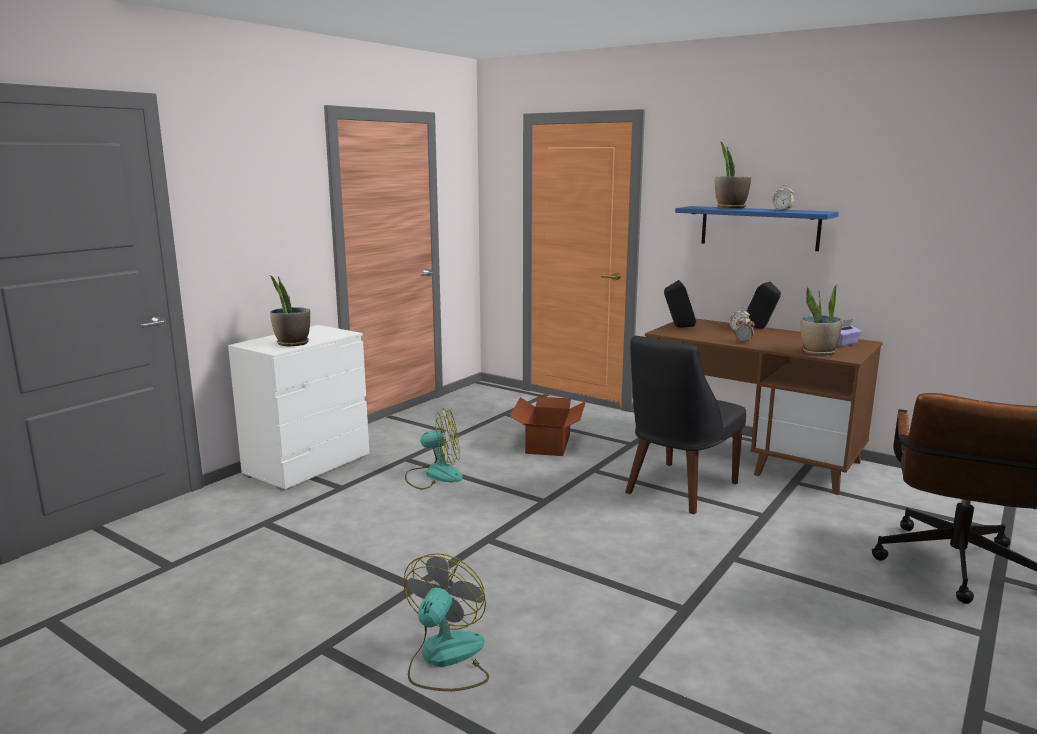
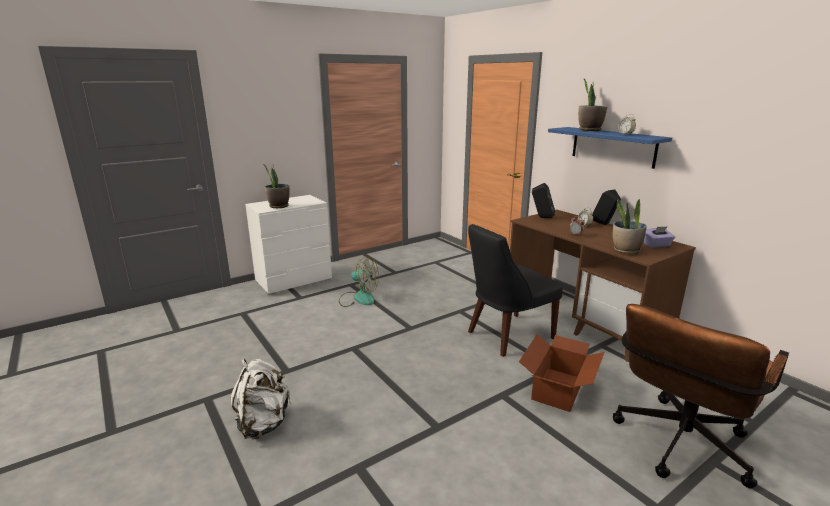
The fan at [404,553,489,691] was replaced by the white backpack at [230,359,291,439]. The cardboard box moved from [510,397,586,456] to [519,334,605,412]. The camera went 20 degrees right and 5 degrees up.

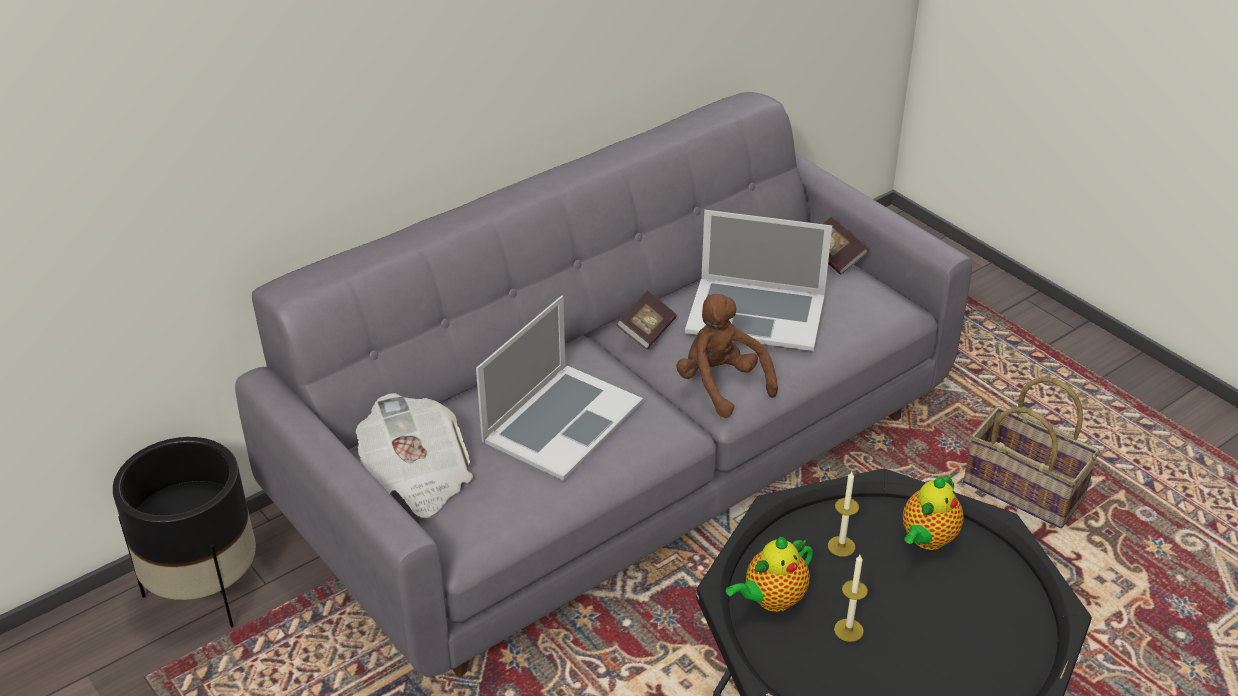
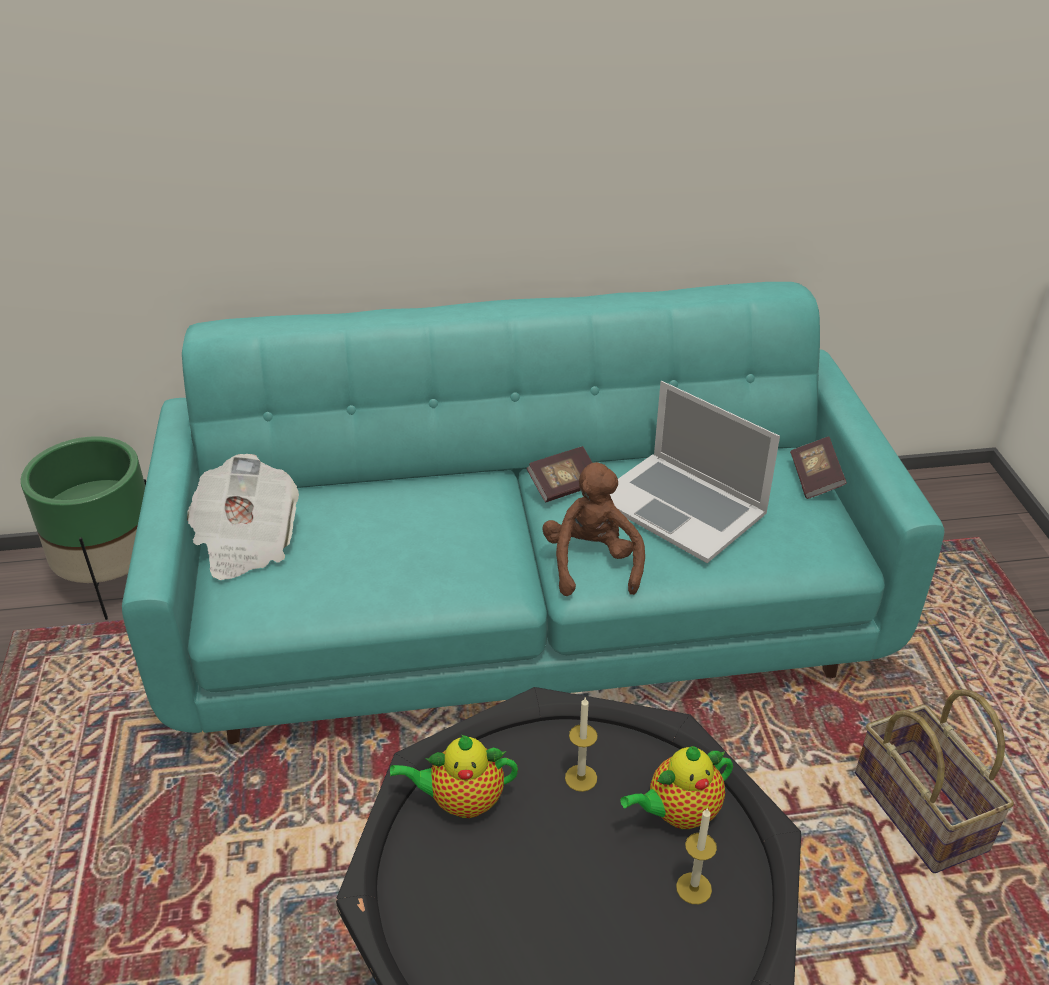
The black planter at [113,437,256,628] became the green planter at [21,436,146,620]. The grey sofa at [235,92,972,677] became the turquoise sofa at [122,282,944,744]. The laptop at [476,296,643,481] disappeared. The candle moved from [834,555,868,642] to [676,808,717,904]. The camera went 30 degrees right and 0 degrees up.

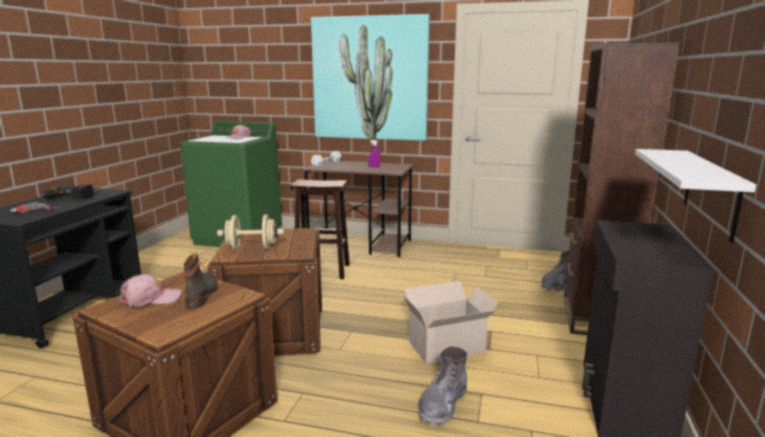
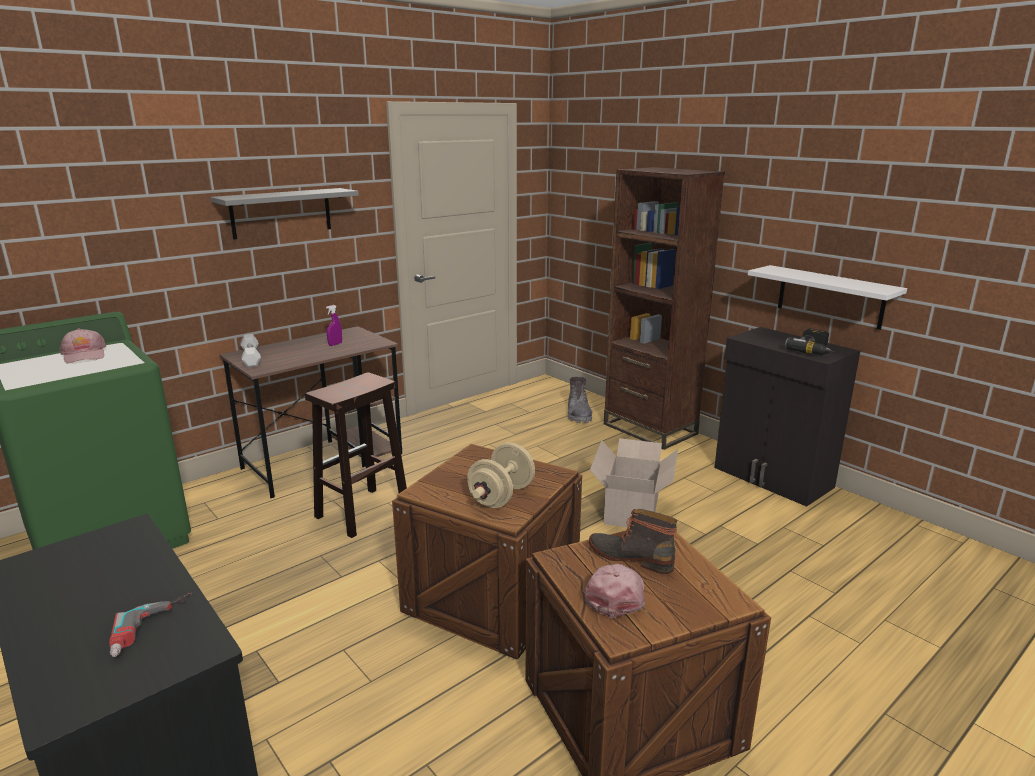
The power drill moved from [41,184,94,200] to [785,328,834,355]. The picture at [311,14,430,141] was replaced by the grey shelf at [211,188,359,239]. The grey boot at [418,347,467,427] disappeared. The camera went 55 degrees left and 5 degrees up.

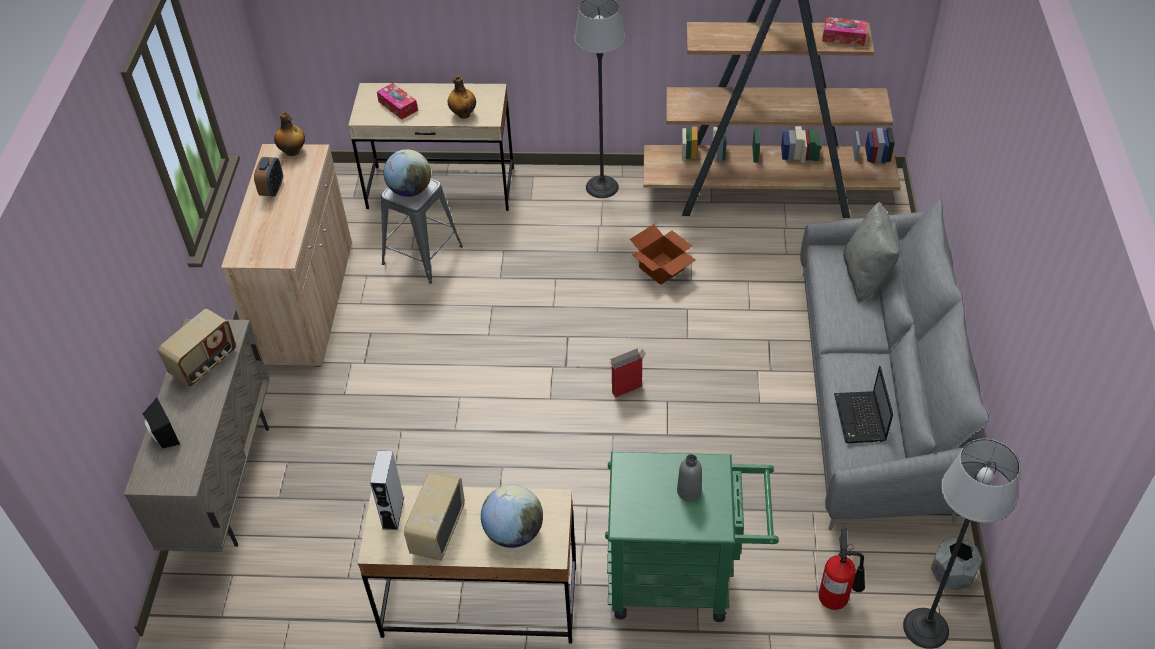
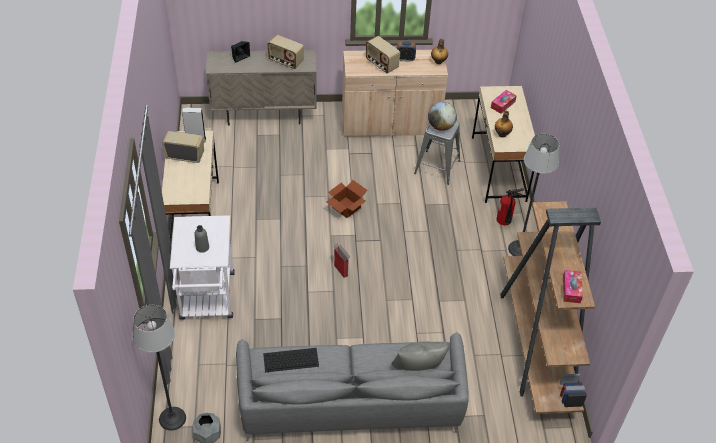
The globe at [481,485,543,548] disappeared. The green cart at [605,452,779,622] became the white cart at [170,215,235,319]. The cardboard box moved from [630,224,696,285] to [326,180,368,218]. The fire extinguisher moved from [819,528,865,610] to [497,188,524,225]. The laptop at [834,366,893,443] was replaced by the keyboard at [263,348,319,372]. The radio at [366,36,400,73] appeared. The camera went 80 degrees right and 0 degrees up.

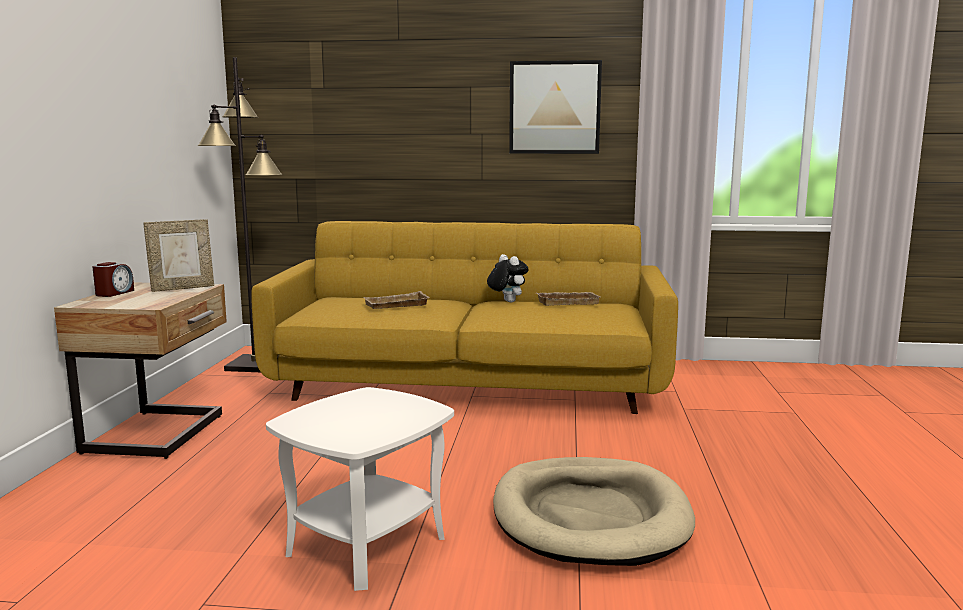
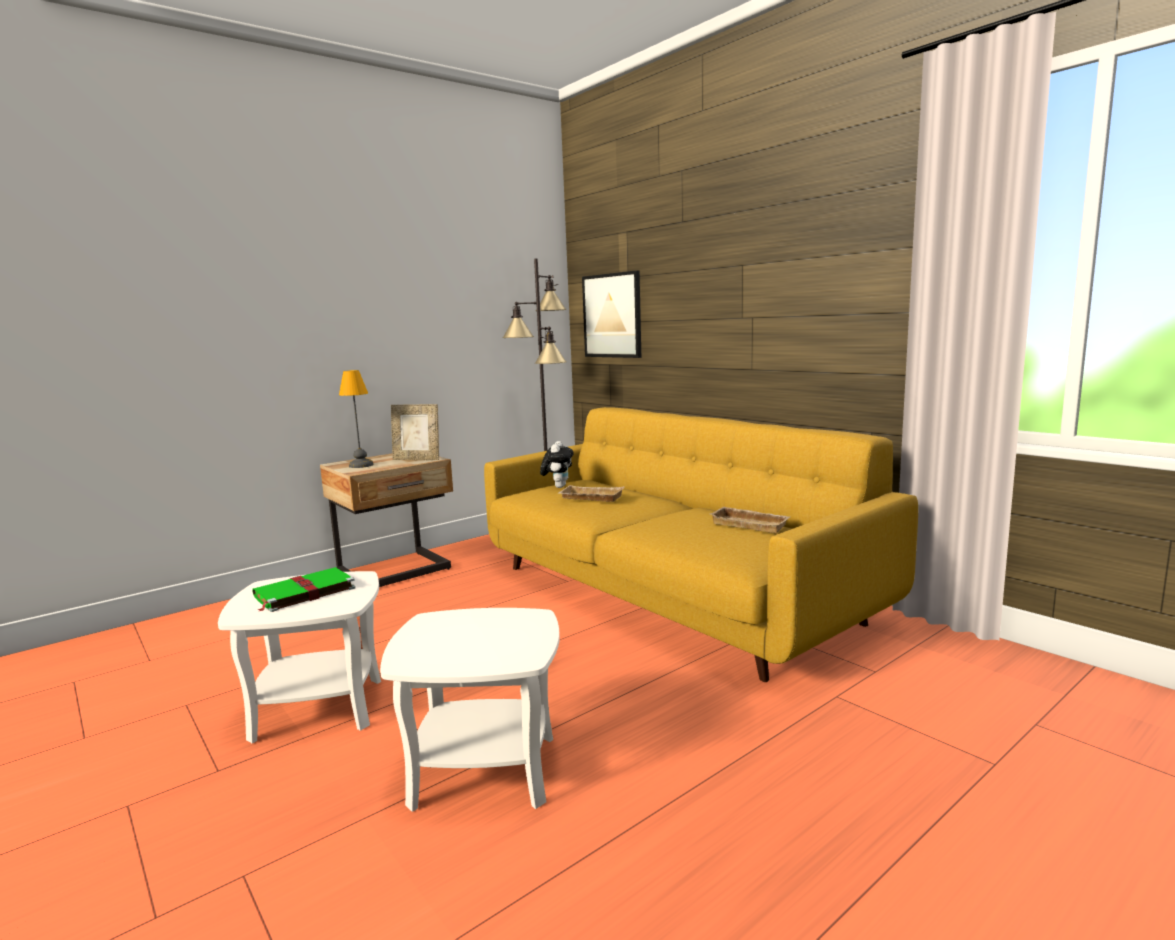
The alarm clock at [92,262,134,297] disappeared. The plush toy moved from [487,254,529,302] to [540,441,574,488]. The beige dog bed at [493,457,695,566] was replaced by the white side table at [380,608,560,812]. The picture moved from [509,60,602,154] to [582,270,641,358]. The green book at [252,567,356,612] appeared. The table lamp at [339,370,373,468] appeared. The camera went 45 degrees right and 0 degrees up.

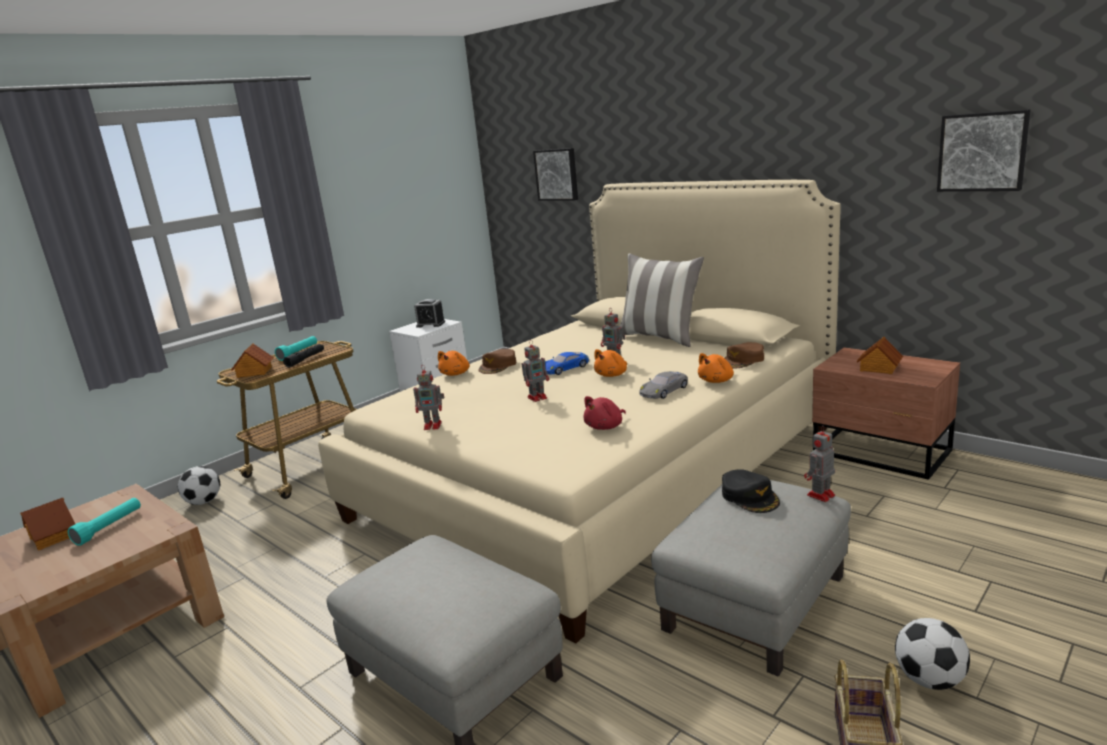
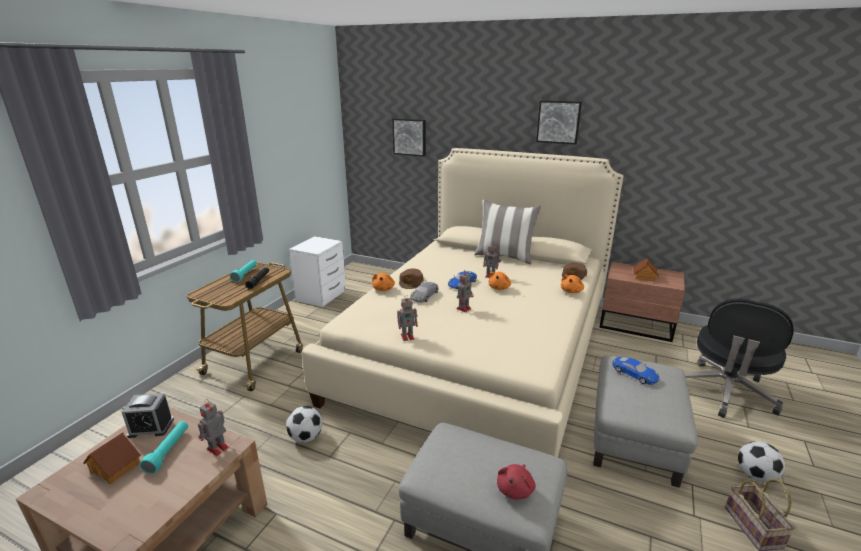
The football moved from [178,466,220,505] to [286,406,322,443]. The toy house at [231,344,274,378] disappeared. The alarm clock moved from [414,299,445,328] to [122,393,174,438]. The red plush toy moved from [583,396,626,430] to [497,464,536,500]. The grey toy car moved from [639,372,688,399] to [410,282,439,302]. The black cap at [722,469,780,513] was replaced by the blue toy car at [612,356,659,385]. The toy robot moved from [804,425,835,502] to [198,399,229,456]. The picture moved from [937,109,1030,192] to [536,100,582,144]. The black office chair at [684,299,794,418] appeared. The camera went 20 degrees left and 5 degrees up.

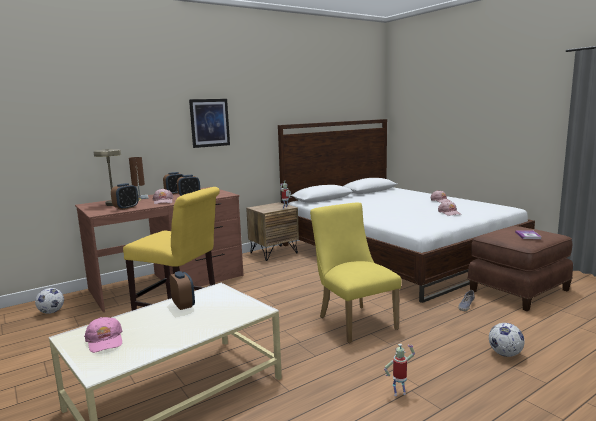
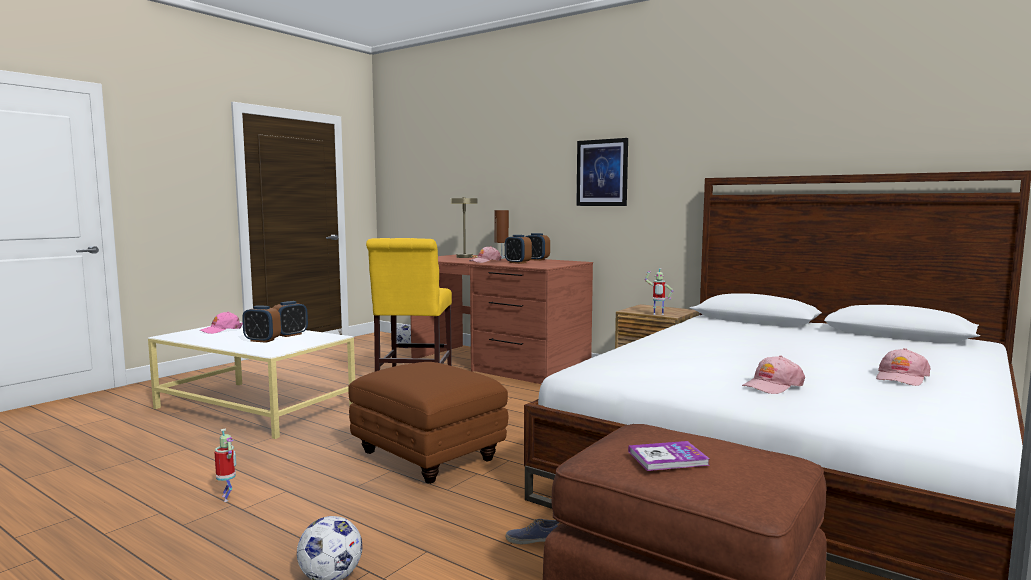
The alarm clock moved from [111,183,138,210] to [242,306,281,343]. The yellow chair at [310,203,401,343] was replaced by the brown ottoman at [348,362,509,484]. The camera went 70 degrees right and 5 degrees down.

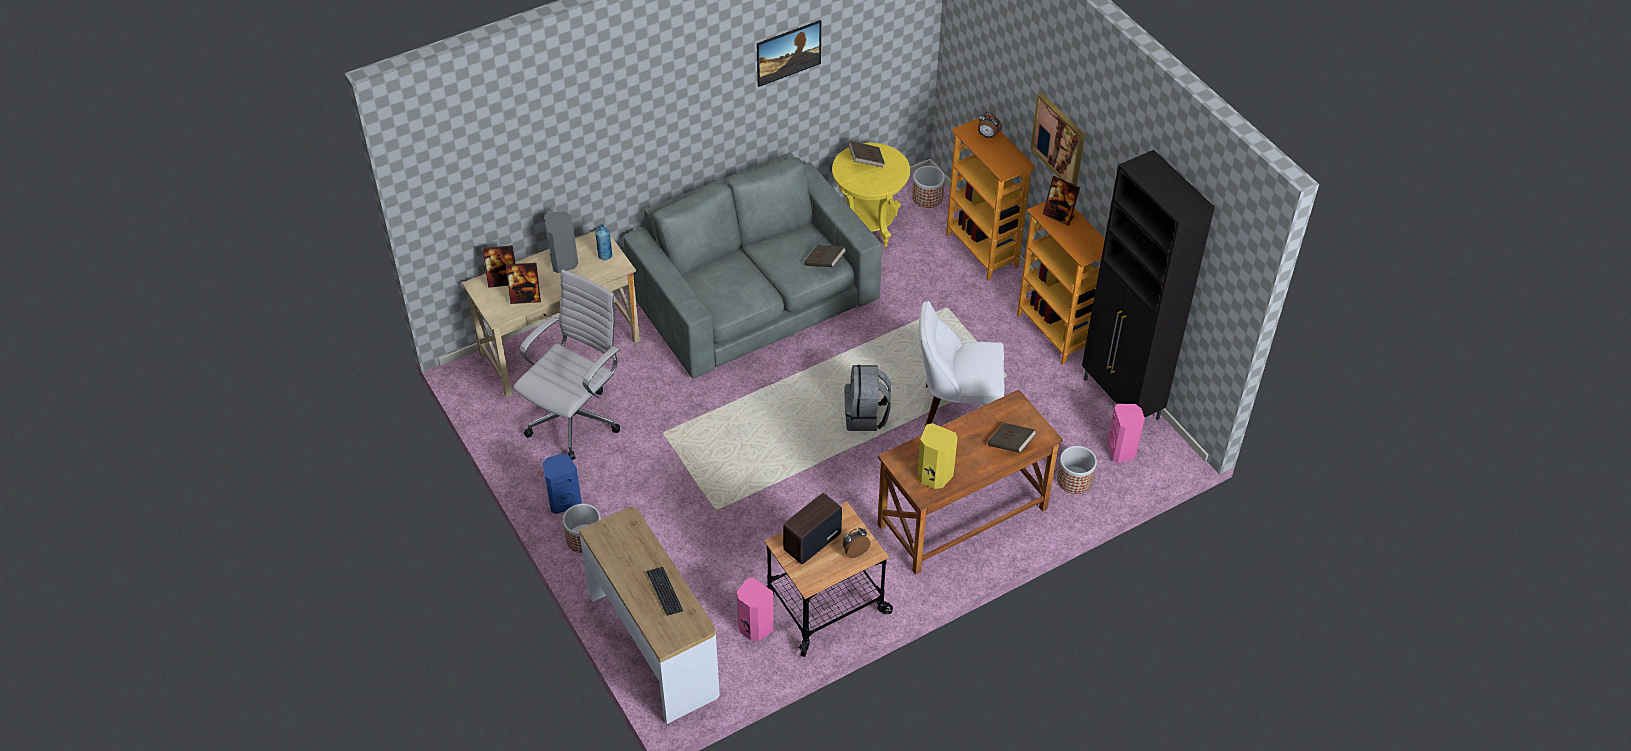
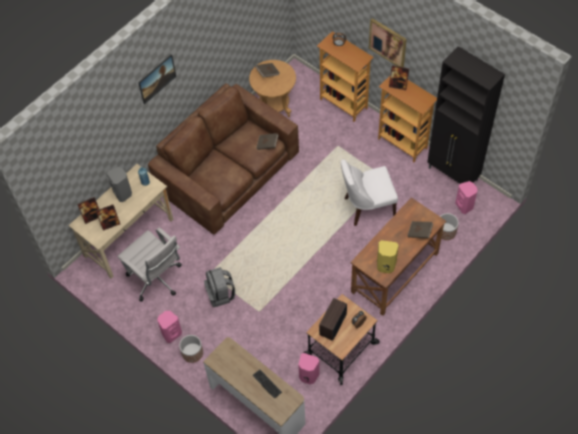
The white office chair at [513,270,620,460] turned 120 degrees clockwise. The blue speaker at [543,454,582,514] became the pink speaker at [157,311,182,343]. The grey sofa at [623,152,882,379] became the brown sofa at [148,83,299,235]. The picture moved from [757,20,821,87] to [138,54,176,104]. The yellow side table at [832,143,910,247] became the brown side table at [249,60,296,117]. The grey backpack moved from [844,365,891,431] to [204,267,235,307]. The planter at [912,166,945,208] disappeared. The camera went 15 degrees left and 10 degrees up.

